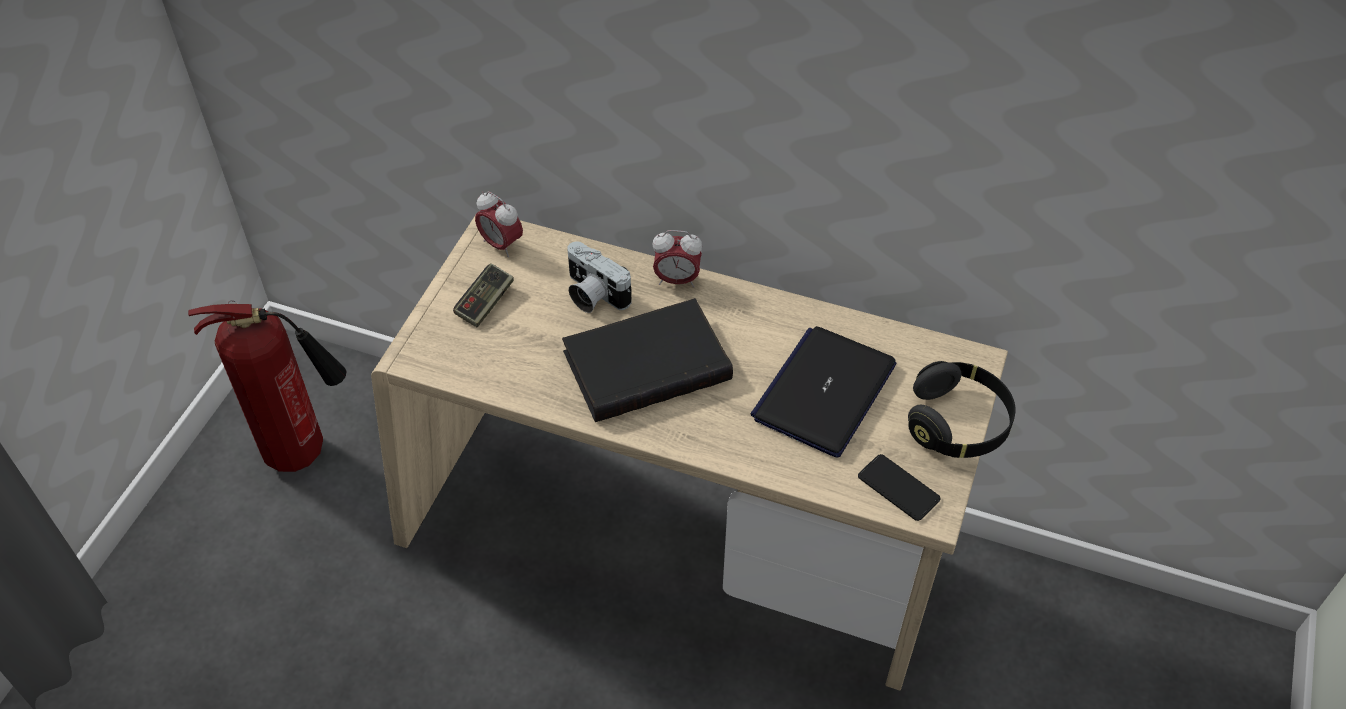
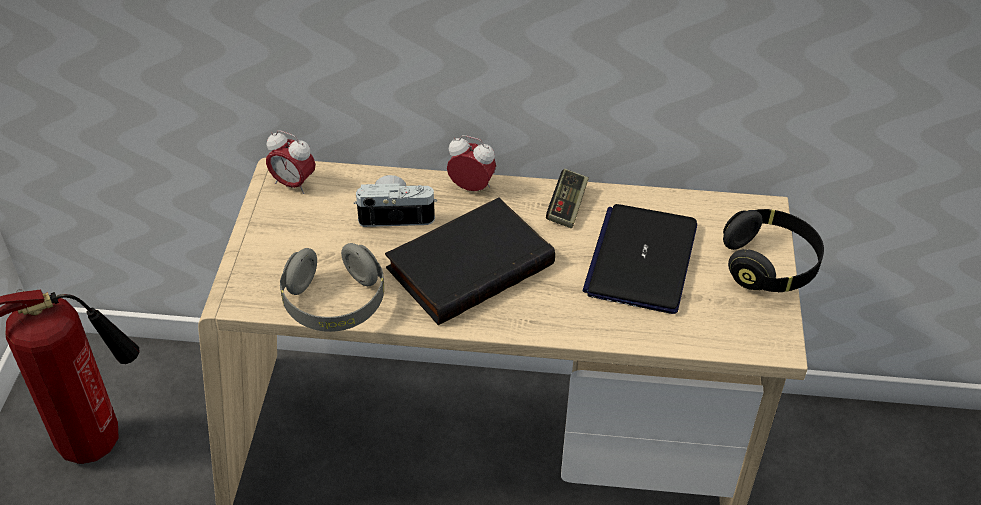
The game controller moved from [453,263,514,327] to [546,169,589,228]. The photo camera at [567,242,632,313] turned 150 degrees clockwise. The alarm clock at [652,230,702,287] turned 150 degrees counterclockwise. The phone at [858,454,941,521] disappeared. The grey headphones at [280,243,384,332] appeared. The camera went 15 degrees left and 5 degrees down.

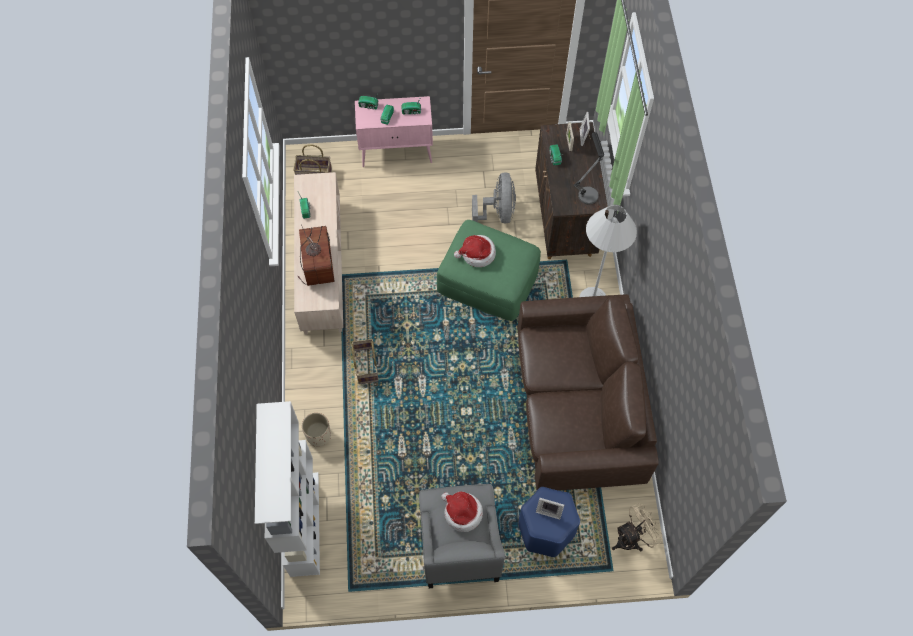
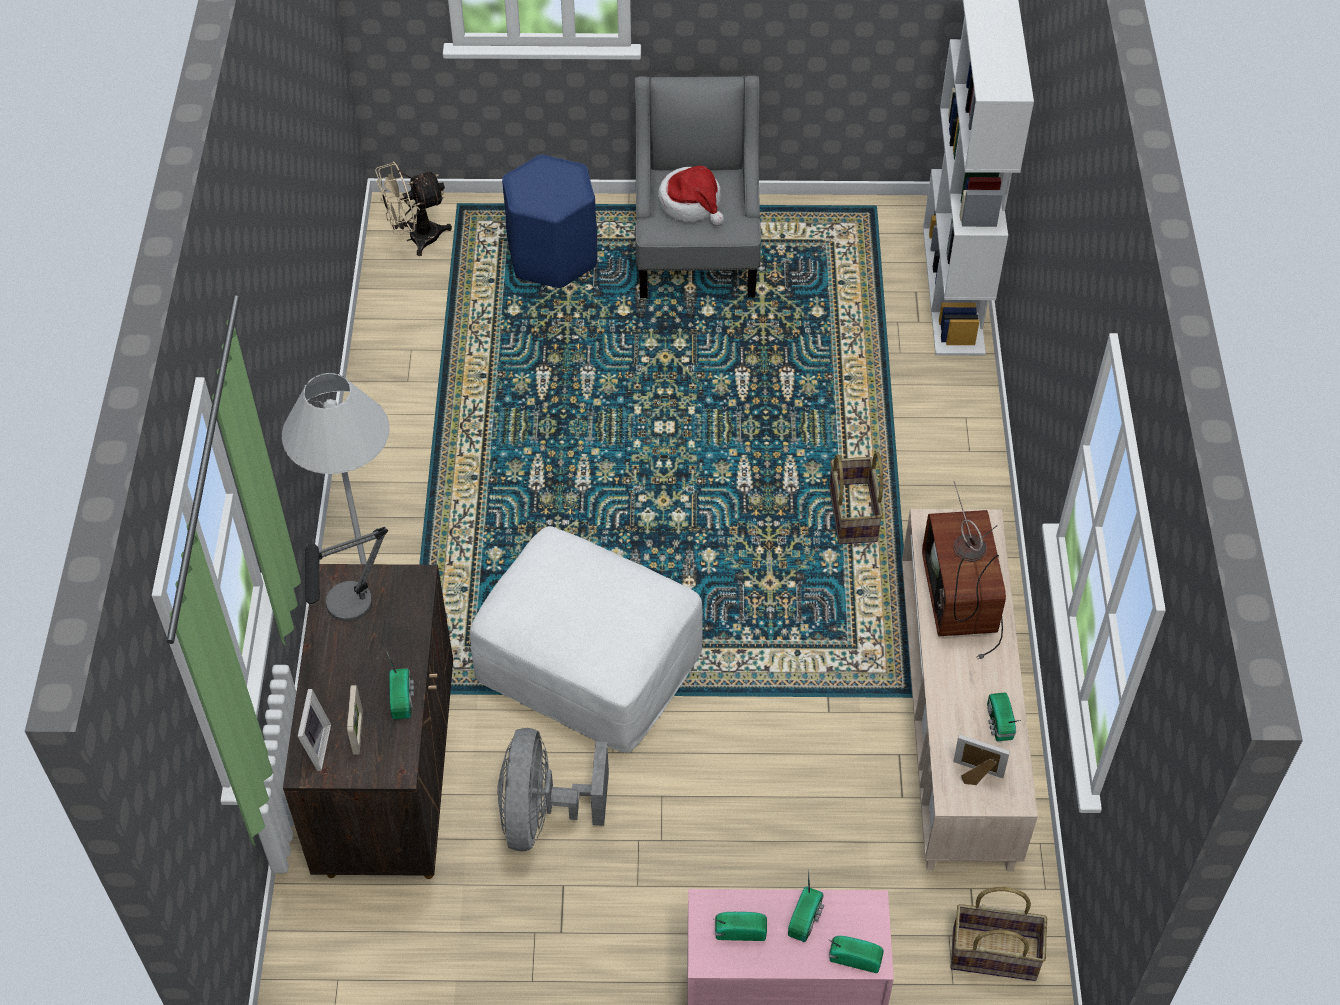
The beige planter at [302,413,331,447] disappeared. The green ottoman at [437,220,541,321] became the white ottoman at [470,526,703,753]. The hat at [454,235,496,267] disappeared. The brown sofa at [517,294,659,490] disappeared. The picture frame moved from [536,498,564,519] to [953,735,1010,785]. The camera went 175 degrees left and 10 degrees down.

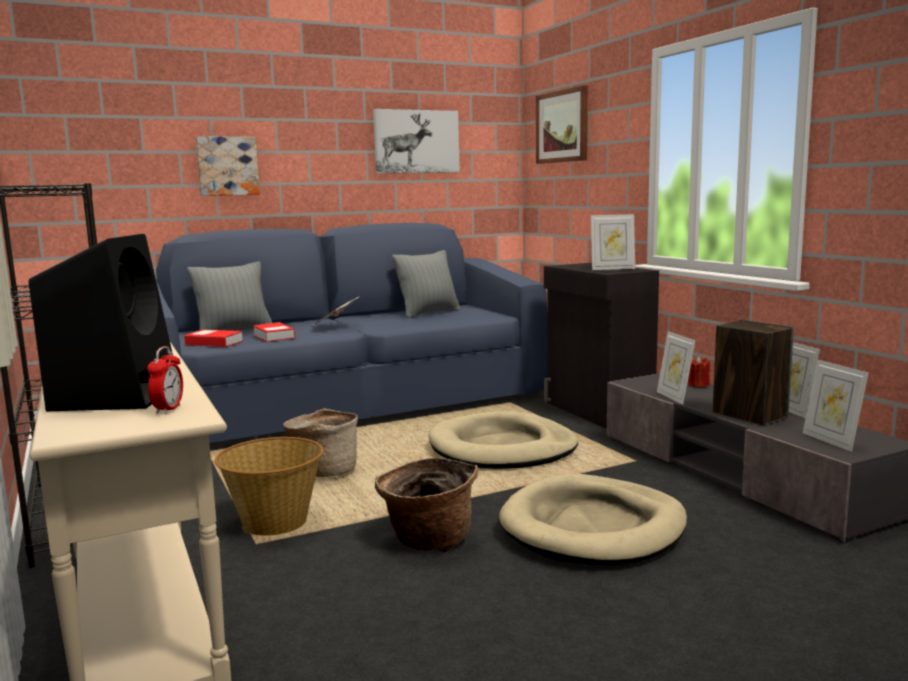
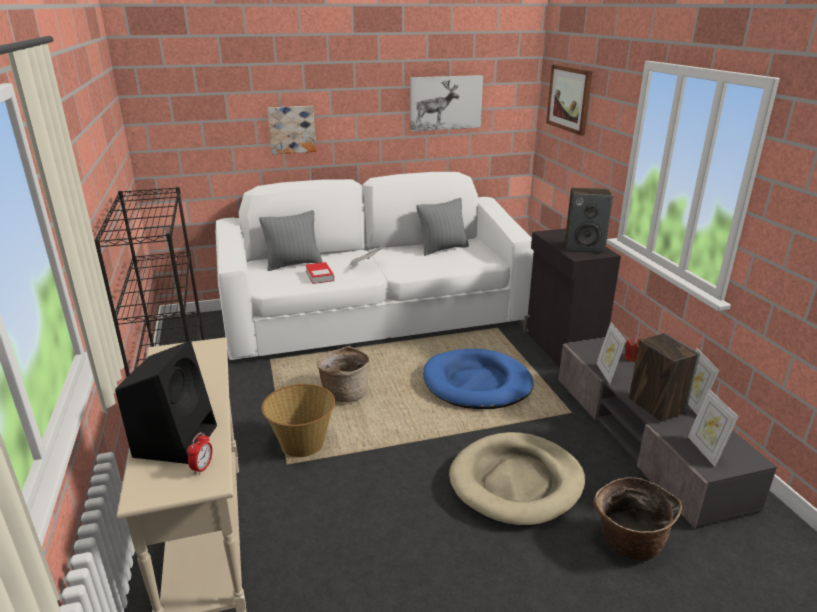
The blue sofa at [156,223,547,443] became the white sofa at [216,172,534,360]. The book at [184,330,243,347] disappeared. The basket moved from [375,458,479,552] to [593,477,682,561]. The beige dog bed at [429,411,578,469] became the blue dog bed at [423,349,533,409]. The picture frame at [591,214,635,270] was replaced by the speaker at [565,188,613,253]. The camera went 10 degrees right and 15 degrees up.

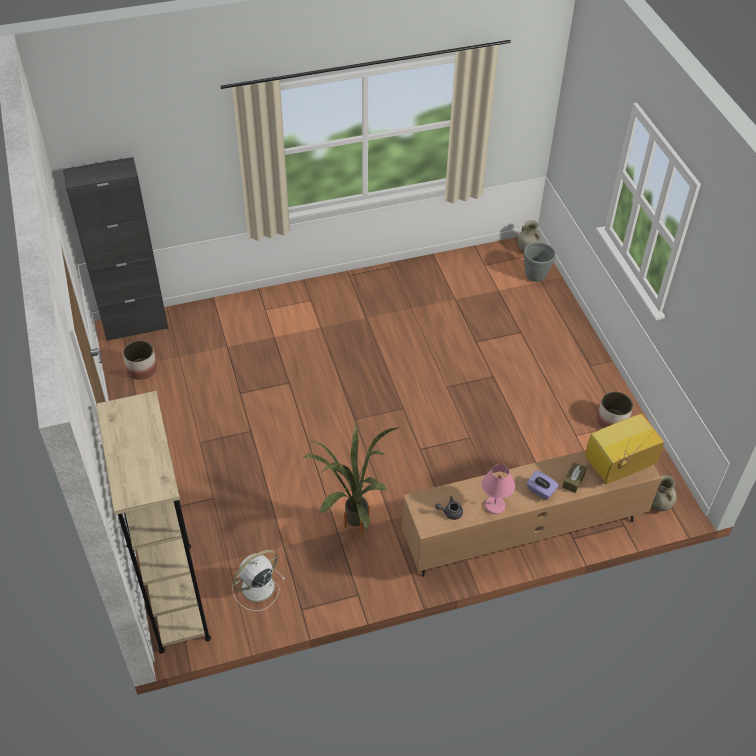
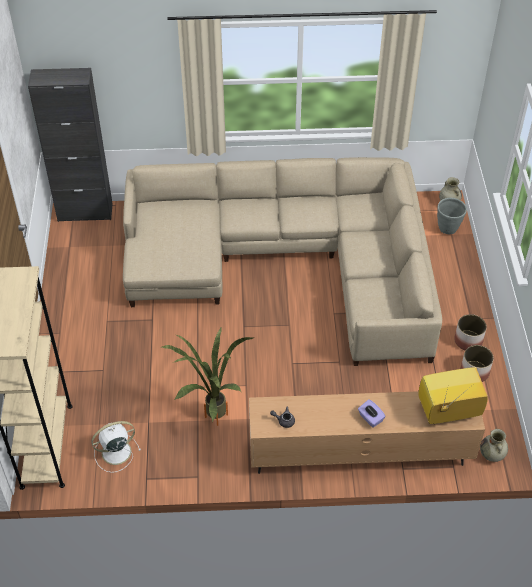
The planter moved from [123,340,157,380] to [454,314,487,350]. The pink table lamp at [482,464,515,514] disappeared. The brown tissue box at [562,462,587,493] disappeared. The beige sofa at [123,157,442,366] appeared. The camera went 15 degrees right and 0 degrees up.

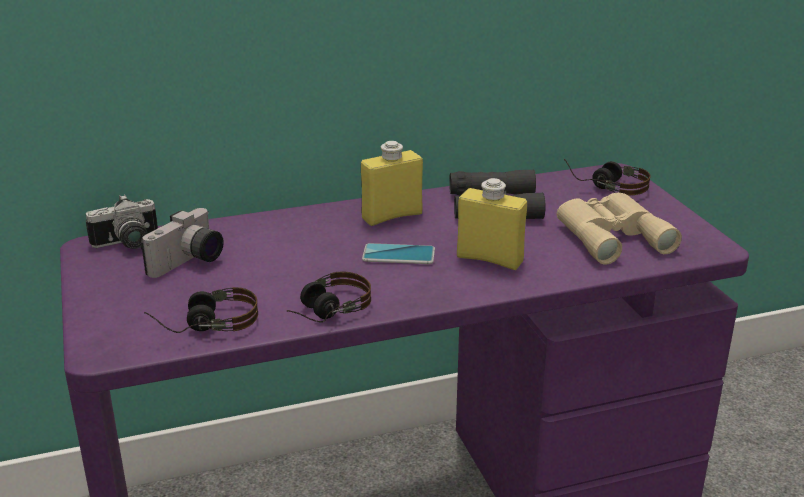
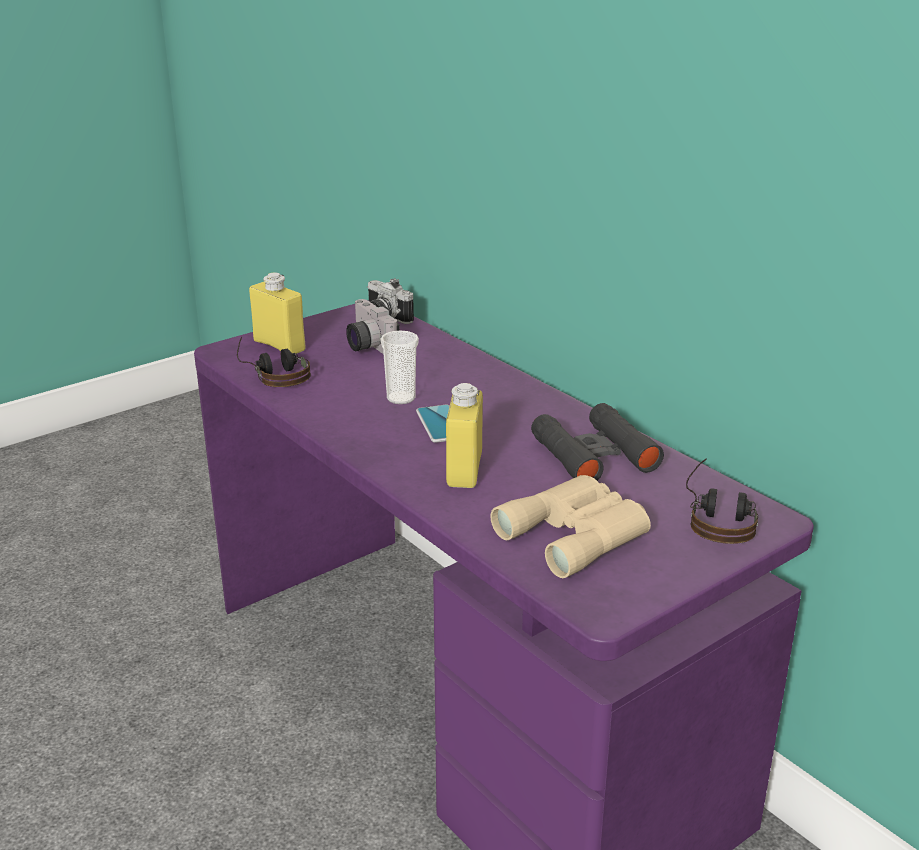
The photo camera at [141,208,224,278] turned 45 degrees clockwise. The headphones at [287,271,371,323] disappeared. The yellow bottle moved from [361,141,423,226] to [249,273,305,354]. The cup at [380,331,419,404] appeared. The camera went 70 degrees right and 0 degrees up.

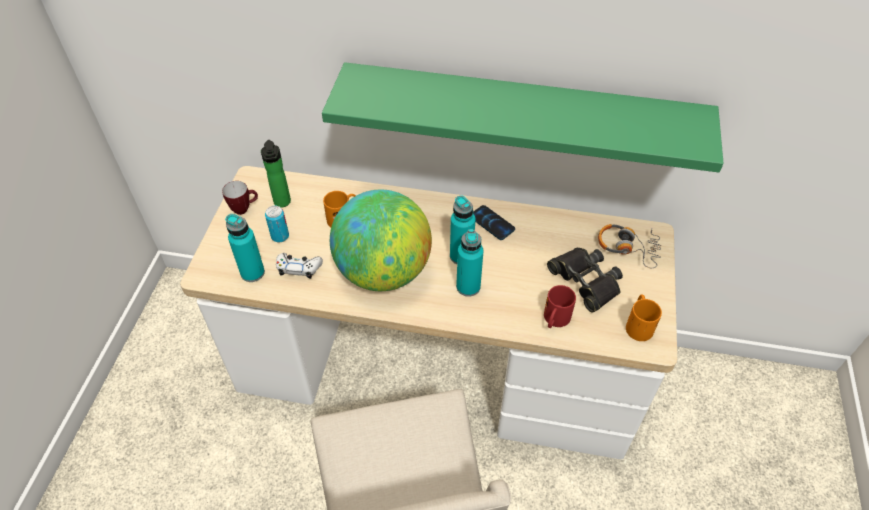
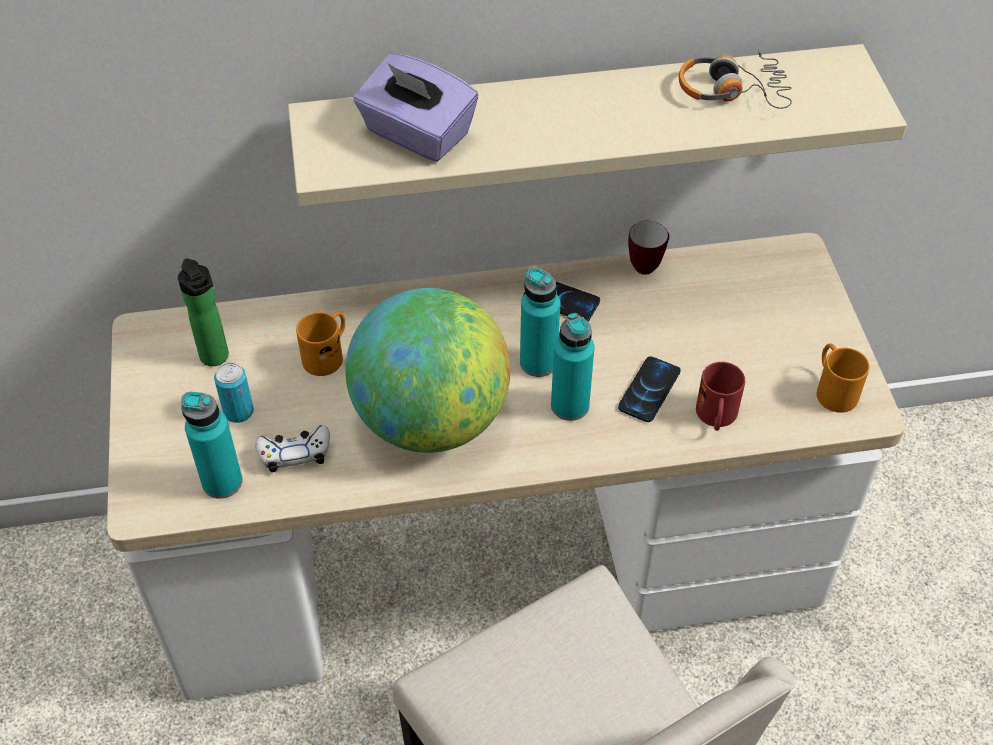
The mug moved from [222,181,258,215] to [628,221,669,275]. The green shelf at [322,62,724,172] became the beige shelf at [288,44,907,207]. The black binoculars at [547,248,623,313] disappeared. The headphones moved from [598,224,661,268] to [679,50,792,109]. The purple tissue box at [353,53,478,162] appeared. The phone at [618,356,681,422] appeared. The camera went 20 degrees left and 0 degrees up.

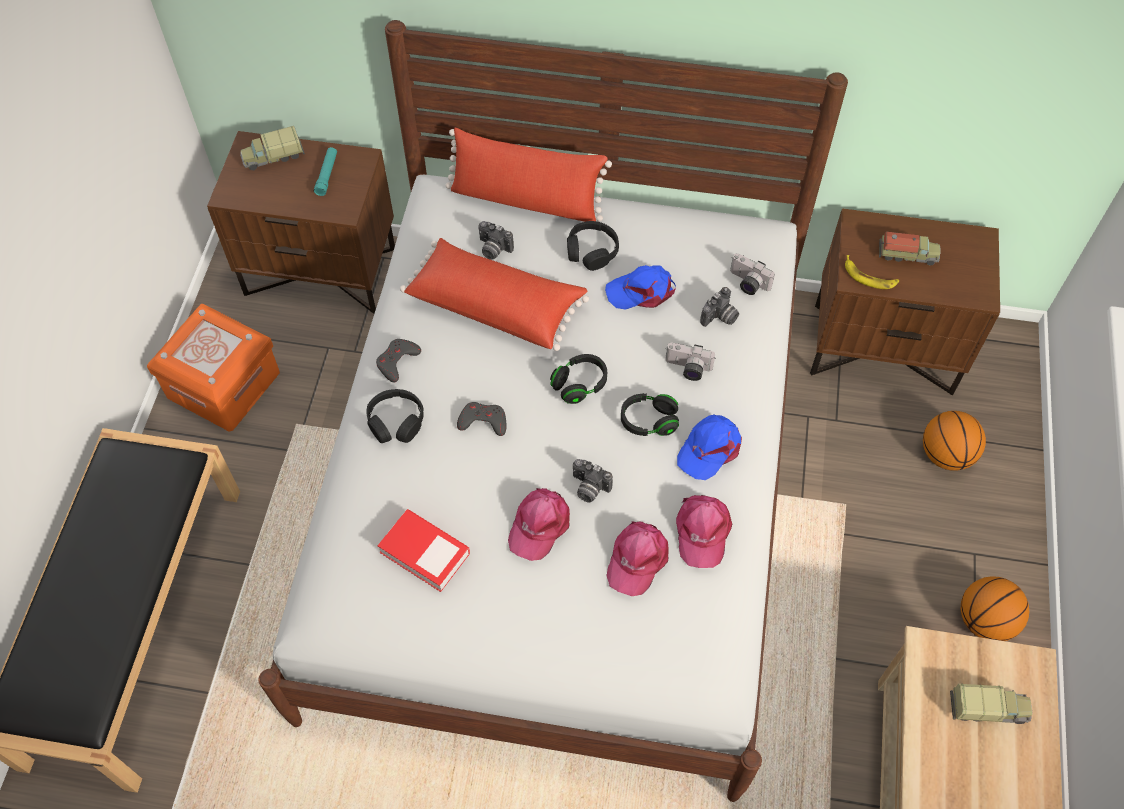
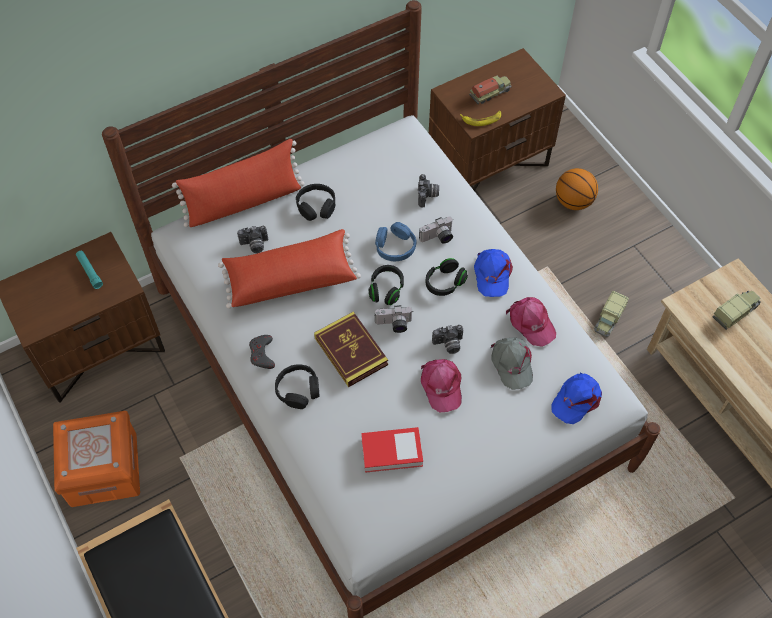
The toy truck moved from [240,126,305,170] to [594,291,629,337]. The grey game controller at [457,402,507,436] was replaced by the book at [314,312,388,387]. The blue cap moved from [605,265,676,309] to [551,373,602,424]. The pink cap at [606,521,669,596] became the grey cap at [491,337,533,390]. The photo camera moved from [730,253,775,295] to [375,305,412,333]. The basketball at [961,576,1029,641] disappeared. The blue headphones at [375,222,417,261] appeared. The camera went 40 degrees left and 0 degrees up.

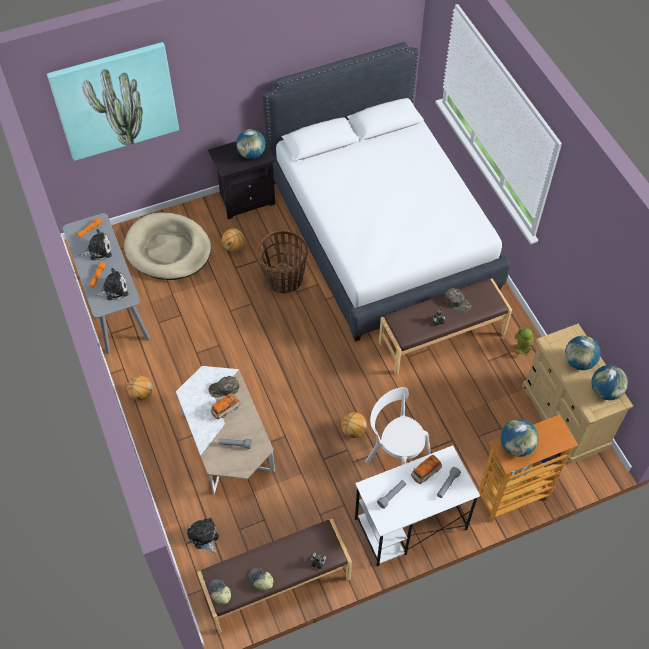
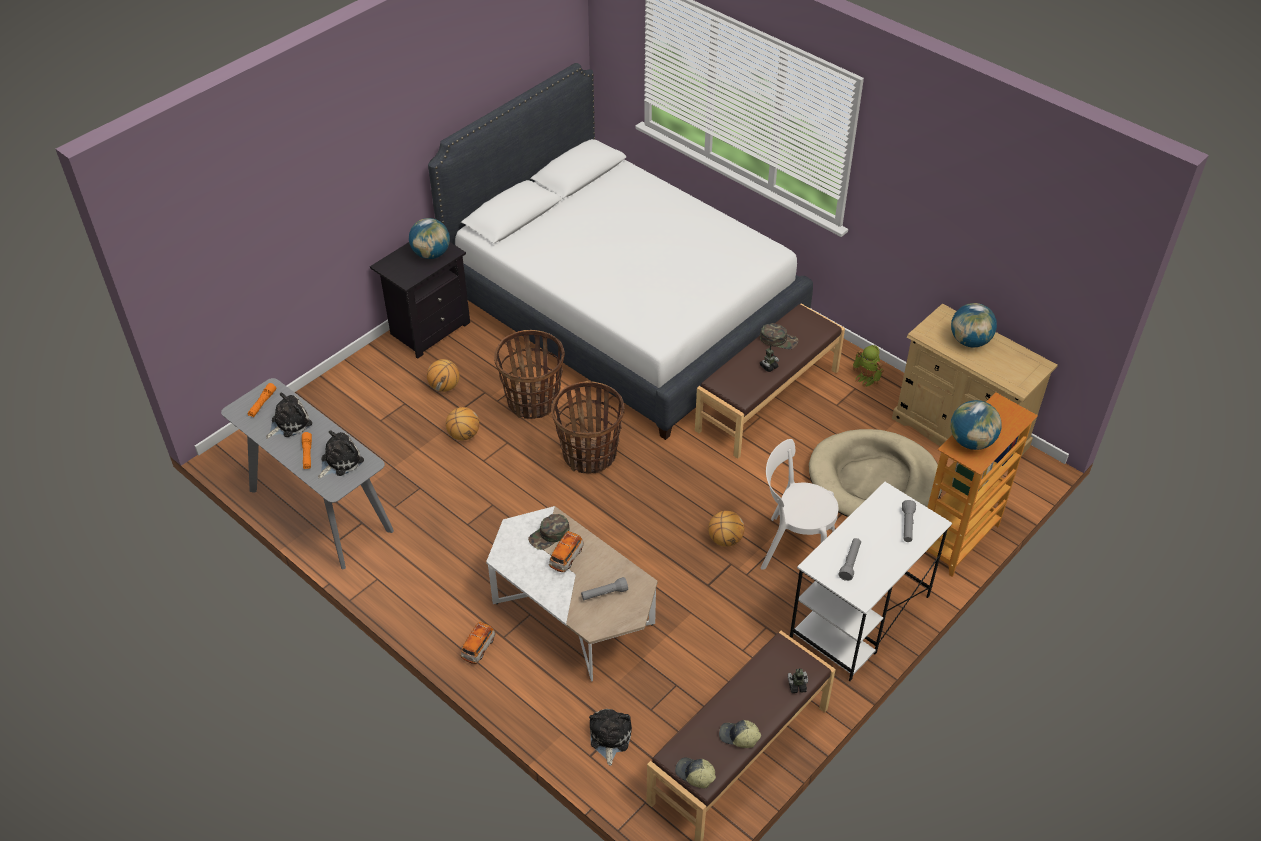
The picture at [47,42,179,161] disappeared. The beige dog bed moved from [124,212,211,280] to [809,429,942,517]. The basketball moved from [127,375,153,401] to [446,407,479,441]. The plush toy at [187,518,219,553] turned 60 degrees clockwise. The toy car moved from [411,455,442,484] to [461,622,495,664]. The globe at [591,365,628,400] disappeared. The basket at [551,381,625,474] appeared. The camera went 25 degrees left and 10 degrees down.

